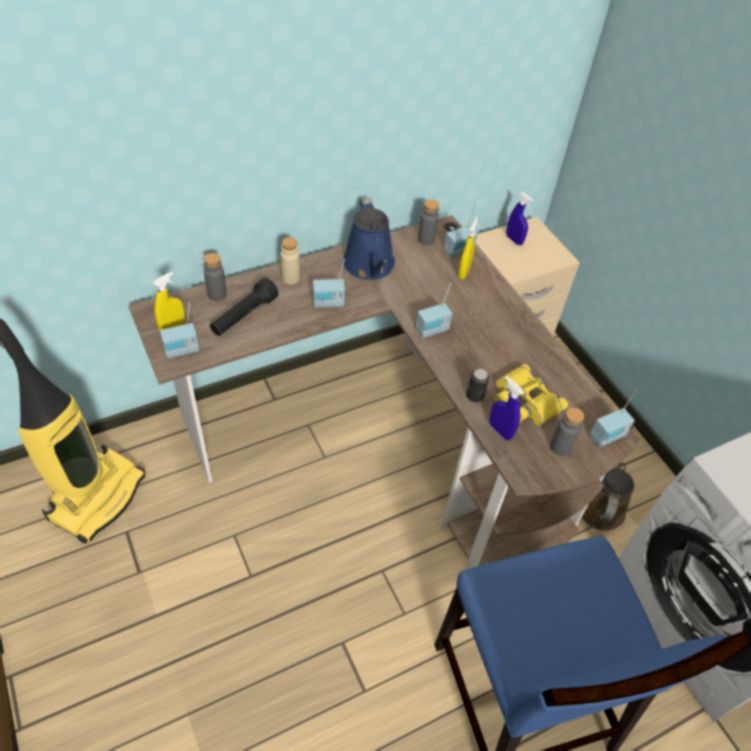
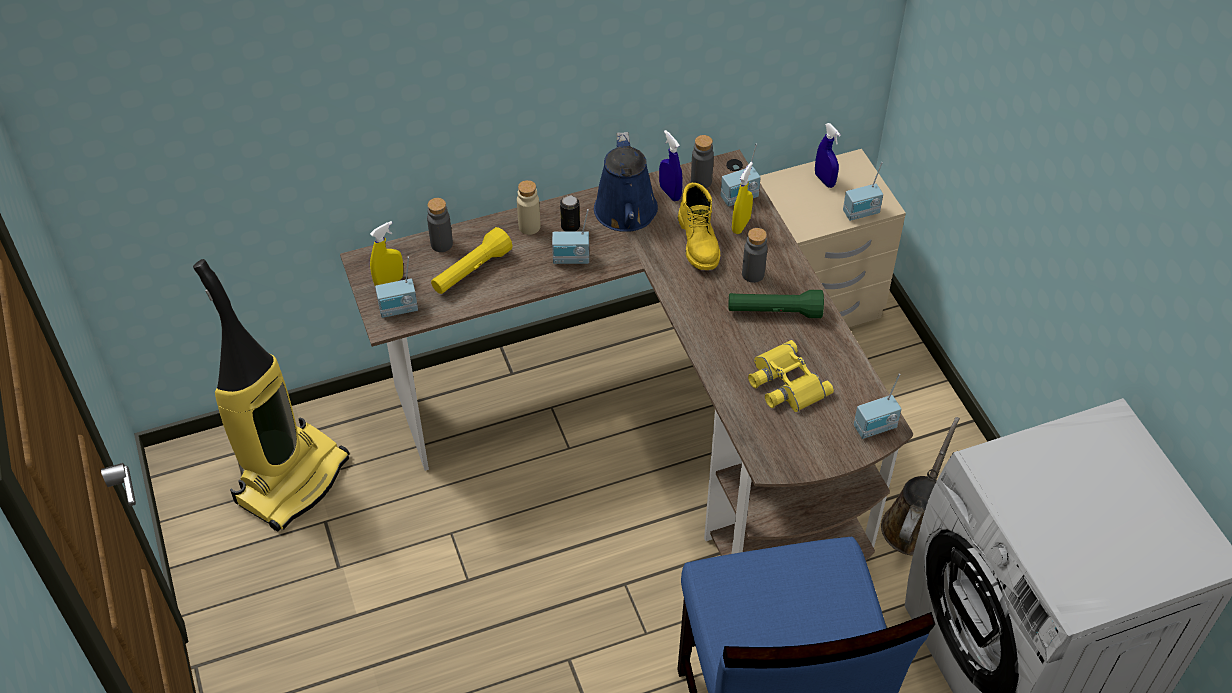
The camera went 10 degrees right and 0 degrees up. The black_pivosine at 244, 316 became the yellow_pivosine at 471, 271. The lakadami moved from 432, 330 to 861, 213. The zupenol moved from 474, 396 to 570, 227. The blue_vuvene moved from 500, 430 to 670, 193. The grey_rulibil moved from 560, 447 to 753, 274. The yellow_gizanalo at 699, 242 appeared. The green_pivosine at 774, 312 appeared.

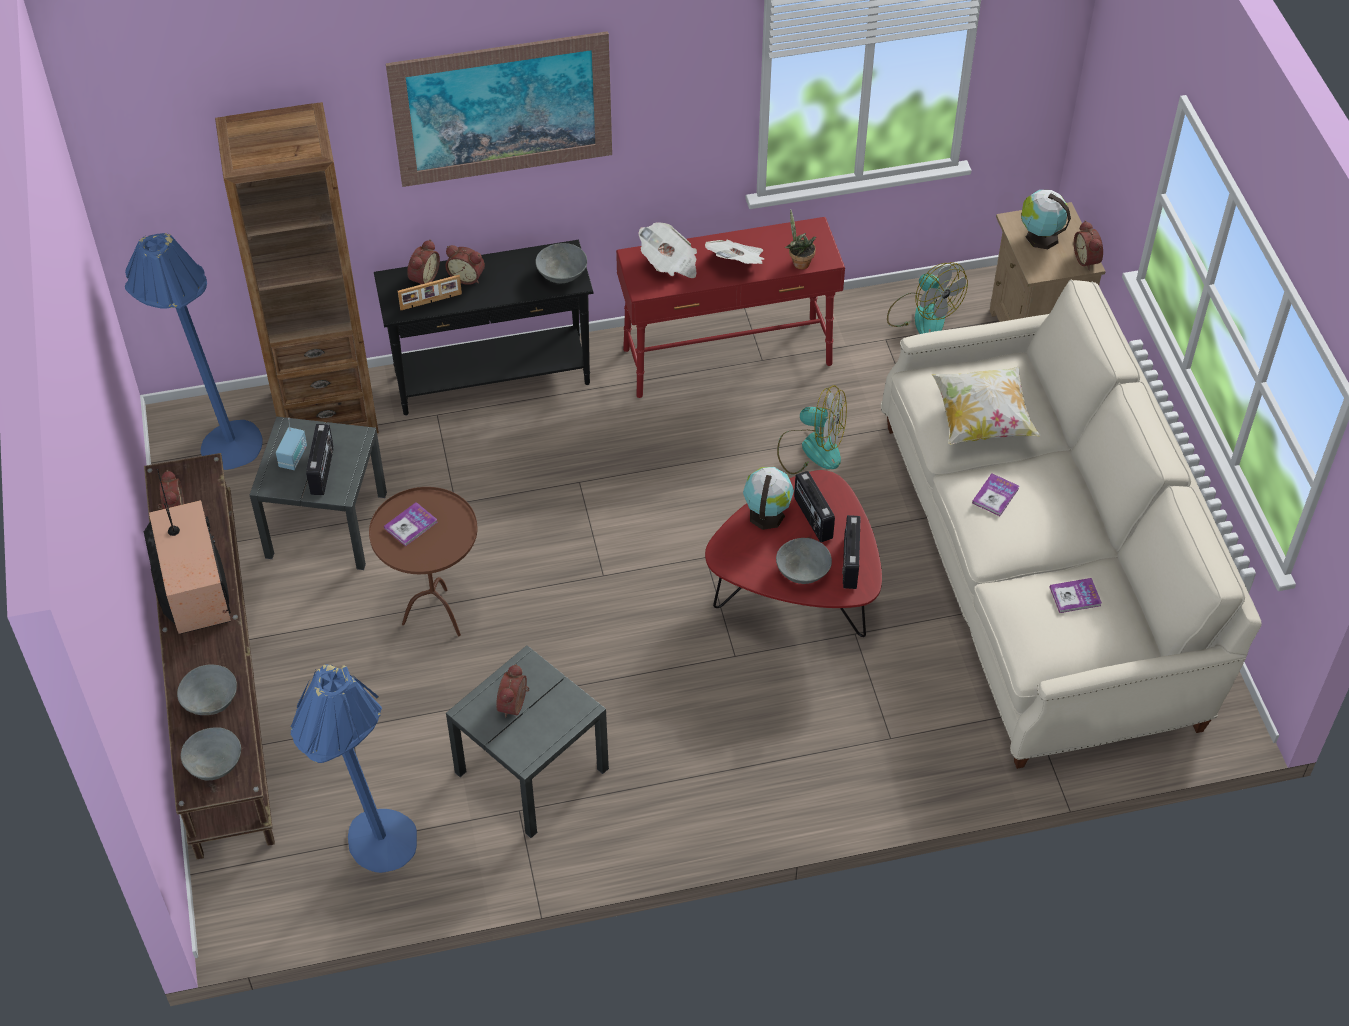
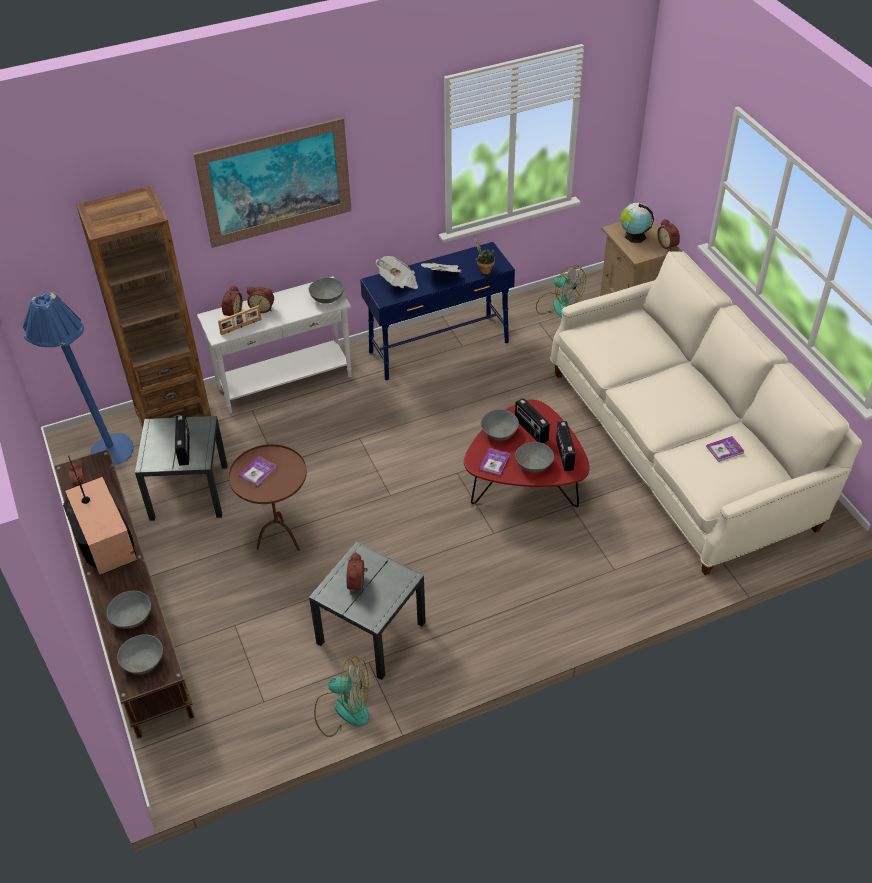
The camera went 10 degrees left and 5 degrees down. The lakadami at 293, 457 disappeared. The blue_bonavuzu at 372, 854 disappeared. The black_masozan at 493, 378 became the white_masozan at 285, 382. The red_masozan at 728, 358 became the blue_masozan at 439, 348. The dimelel at 766, 513 was replaced by the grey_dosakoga at 499, 432. The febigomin moved from 811, 449 to 343, 709. The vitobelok at 982, 420 disappeared. The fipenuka moved from 995, 496 to 494, 462.

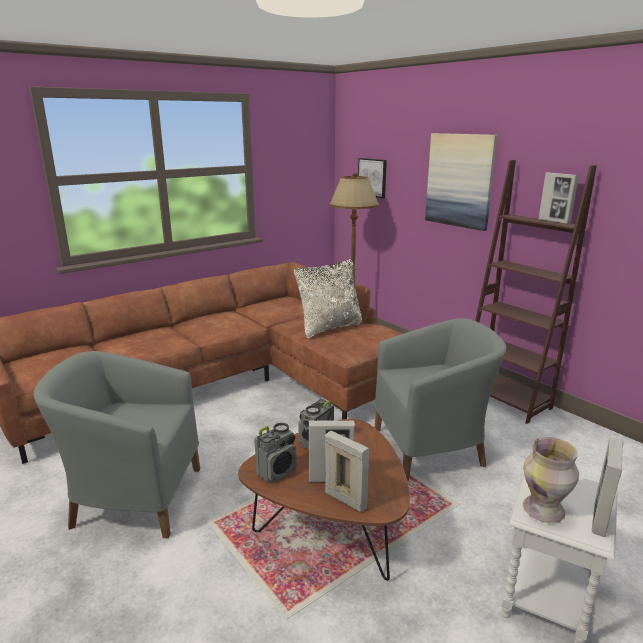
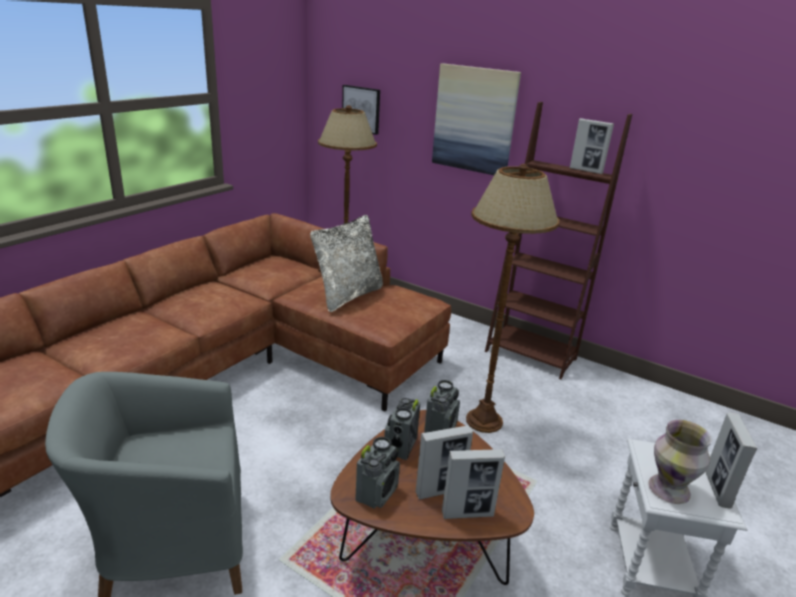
The camera went 20 degrees left and 5 degrees up. The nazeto at 345, 500 turned 150 degrees clockwise. The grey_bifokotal at 431, 448 was replaced by the brown_bonavuzu at 484, 421. The lakadami at 440, 429 appeared.

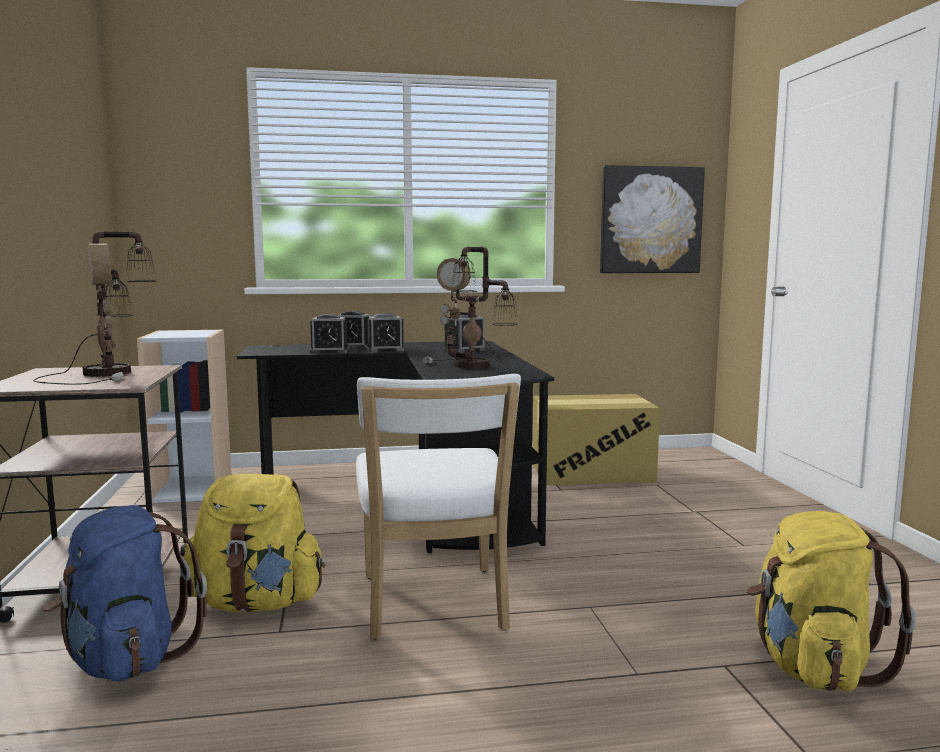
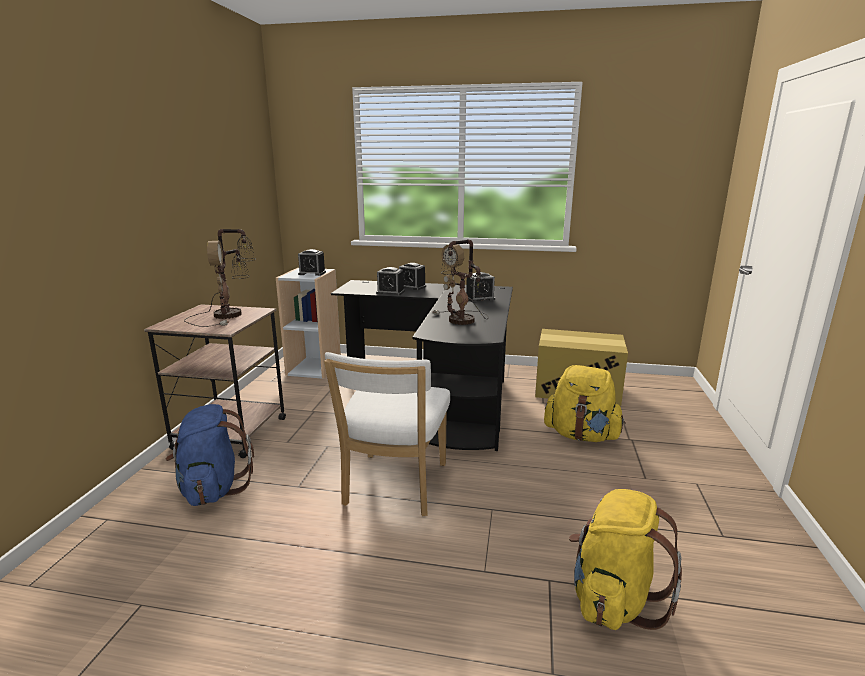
The camera went 20 degrees right and 10 degrees up. The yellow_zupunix moved from 257, 603 to 581, 435. The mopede moved from 385, 349 to 312, 273. The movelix at 650, 220 disappeared.

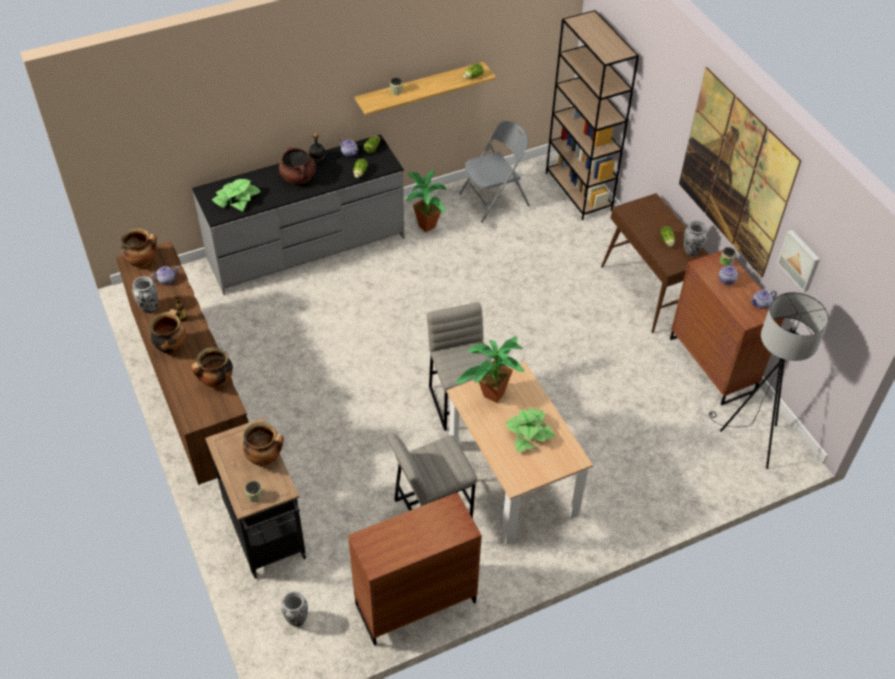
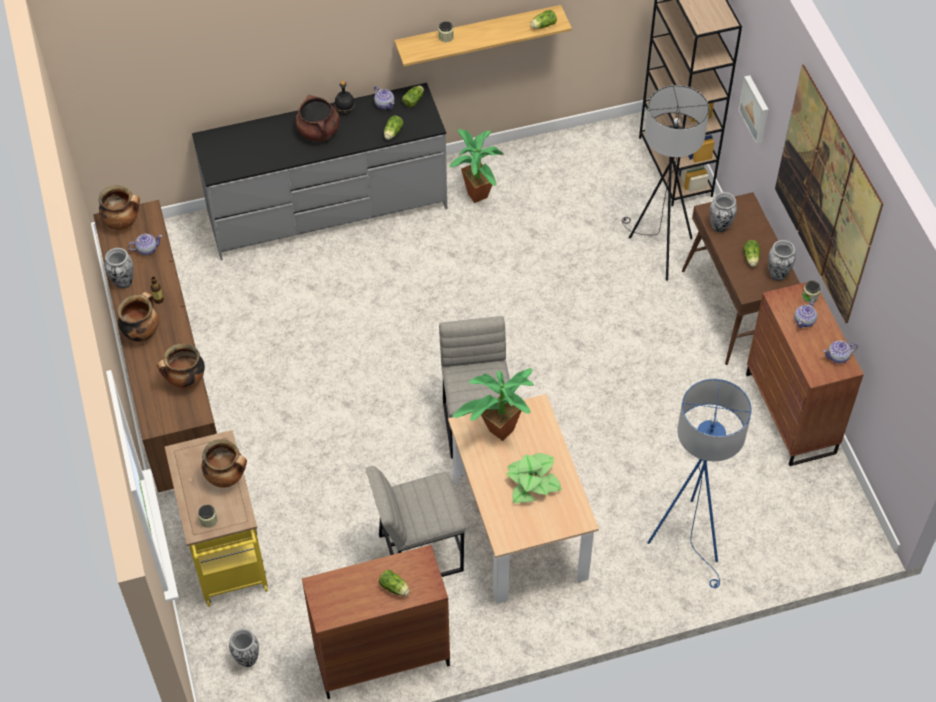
The camera went 10 degrees right and 5 degrees up. The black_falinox at 266, 534 became the yellow_falinox at 227, 557. The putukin at 236, 199 disappeared. The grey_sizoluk at 494, 200 disappeared. The grey_bonavuzu moved from 749, 440 to 657, 250. The movelix moved from 800, 260 to 756, 109. The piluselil at 395, 588 appeared. The blue_bonavuzu at 690, 538 appeared. The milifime at 720, 227 appeared.

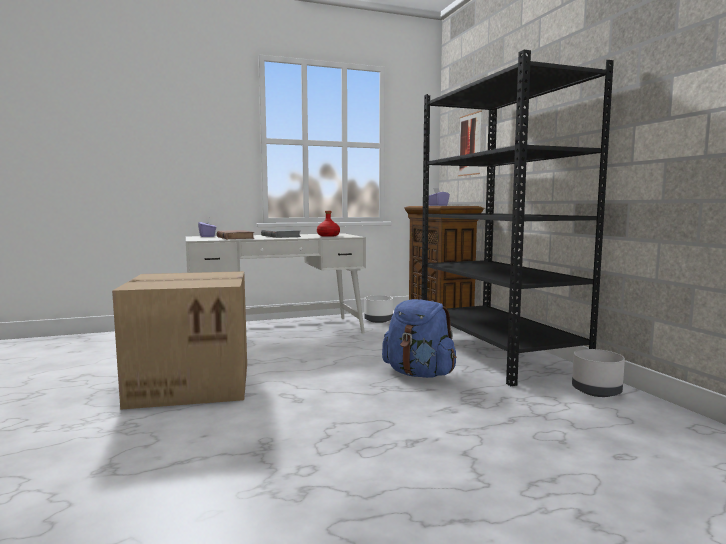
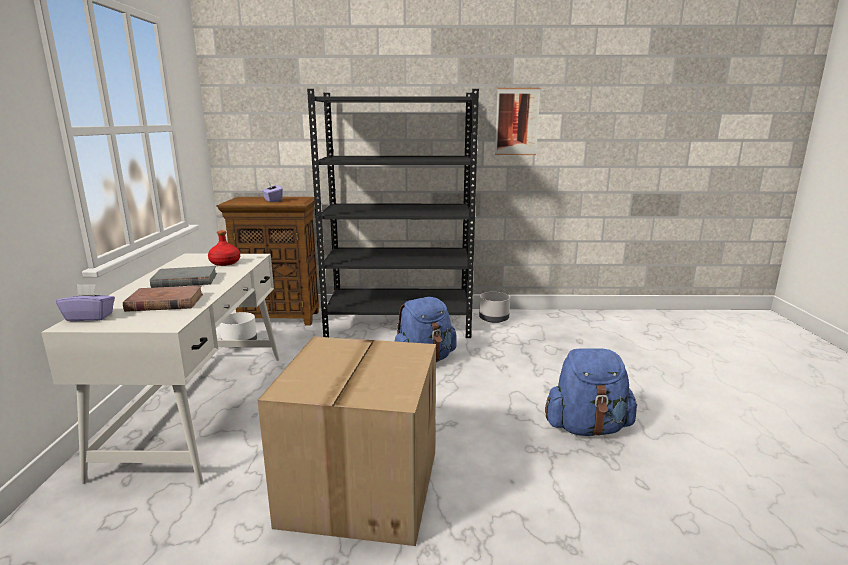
The camera went 70 degrees left and 10 degrees up. The movelix moved from 470, 144 to 517, 122. The blue_zupunix at 587, 427 appeared.

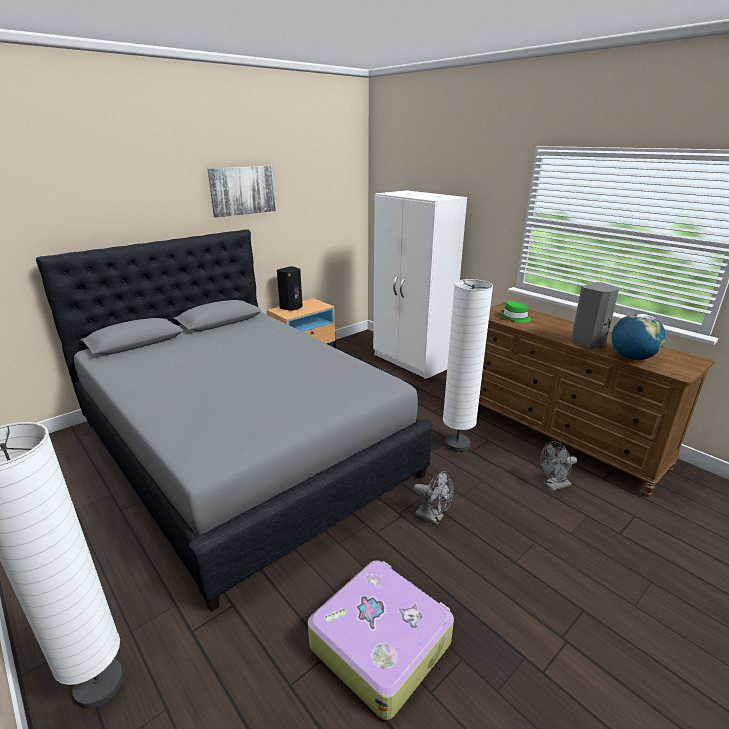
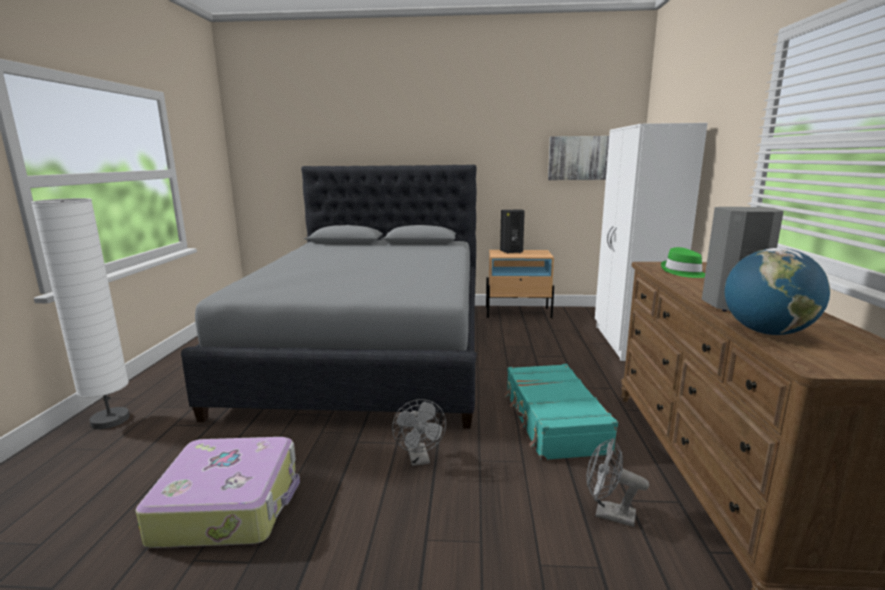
The camera went 45 degrees right and 10 degrees down. The movelix moved from 242, 190 to 581, 158. The white_bonavuzu at 457, 444 was replaced by the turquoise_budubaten at 553, 422.

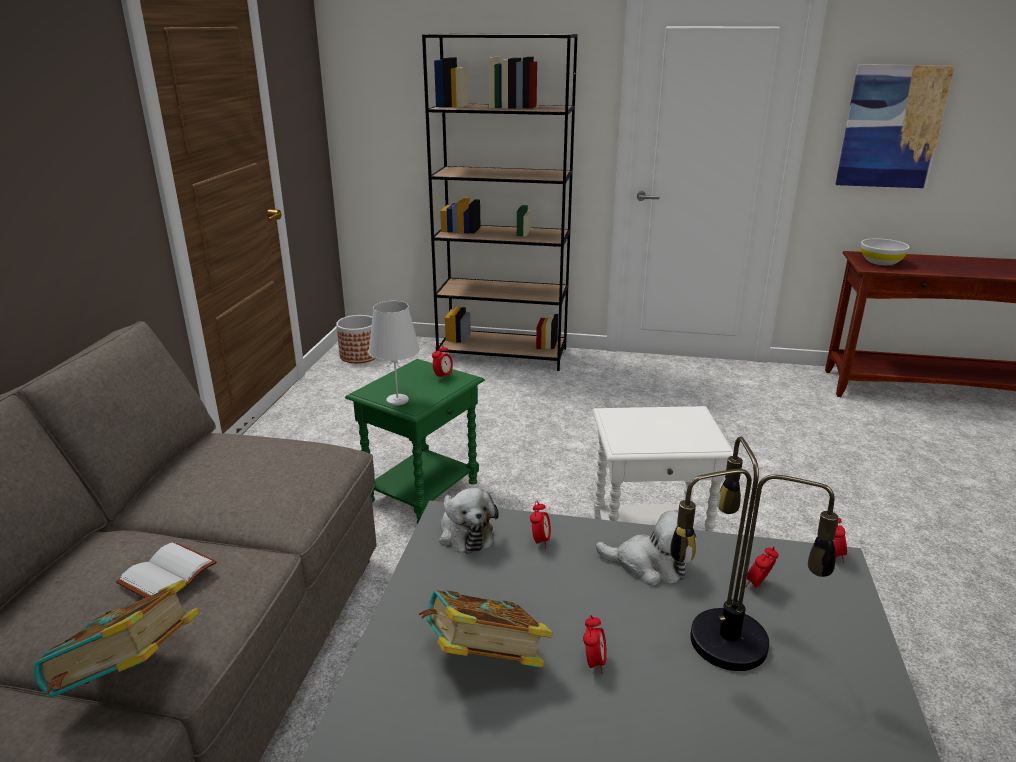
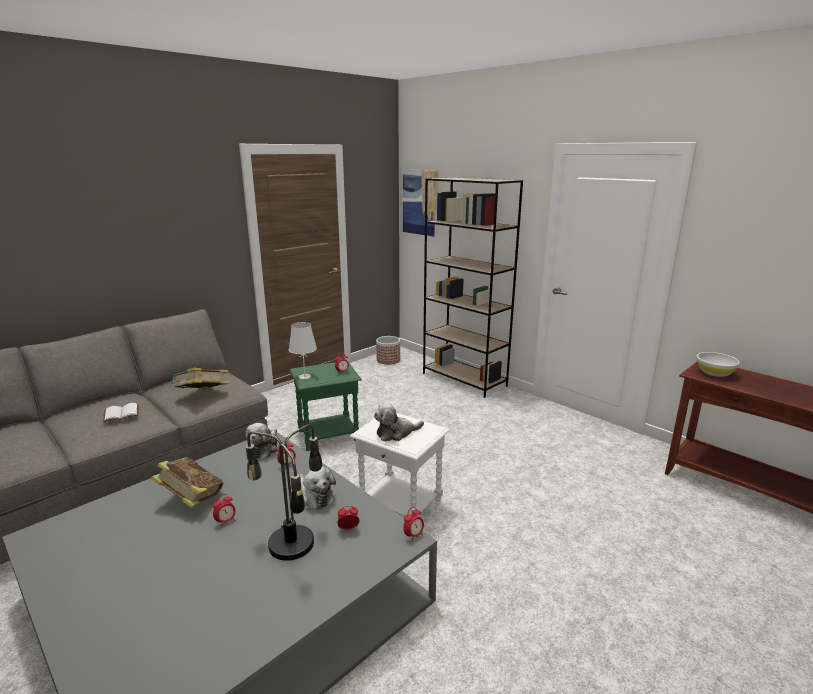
The camera went 35 degrees right and 5 degrees down. The fipenuka moved from 132, 677 to 202, 395. The movelix moved from 891, 127 to 420, 202. The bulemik at 396, 433 appeared.

